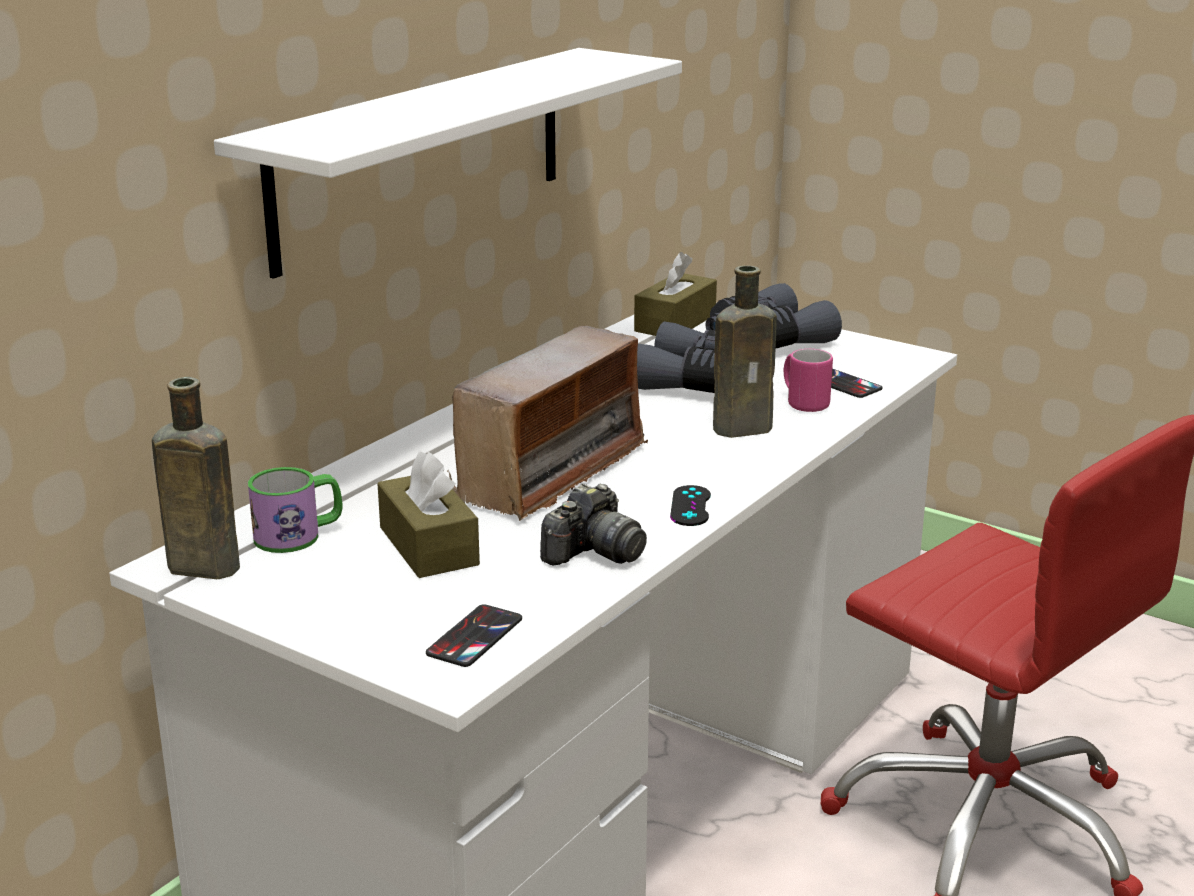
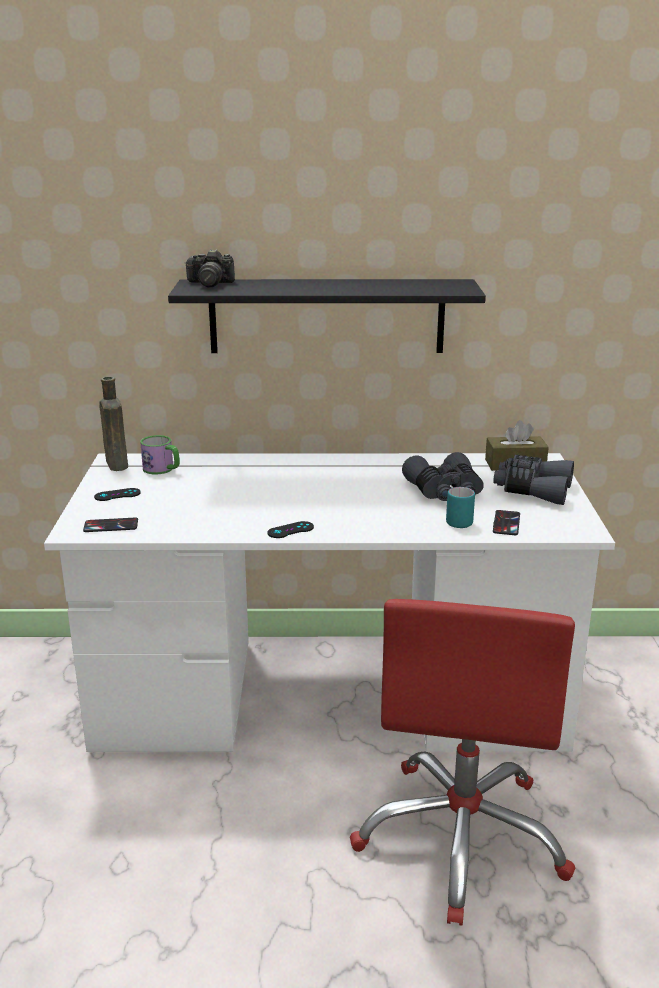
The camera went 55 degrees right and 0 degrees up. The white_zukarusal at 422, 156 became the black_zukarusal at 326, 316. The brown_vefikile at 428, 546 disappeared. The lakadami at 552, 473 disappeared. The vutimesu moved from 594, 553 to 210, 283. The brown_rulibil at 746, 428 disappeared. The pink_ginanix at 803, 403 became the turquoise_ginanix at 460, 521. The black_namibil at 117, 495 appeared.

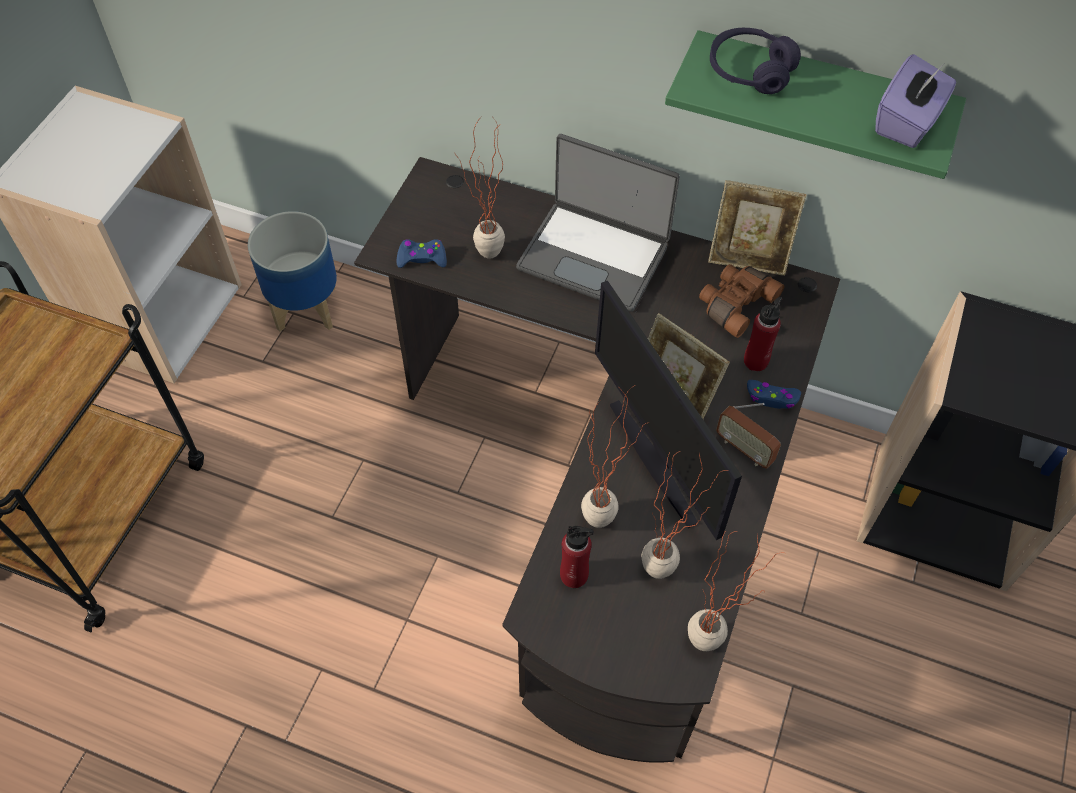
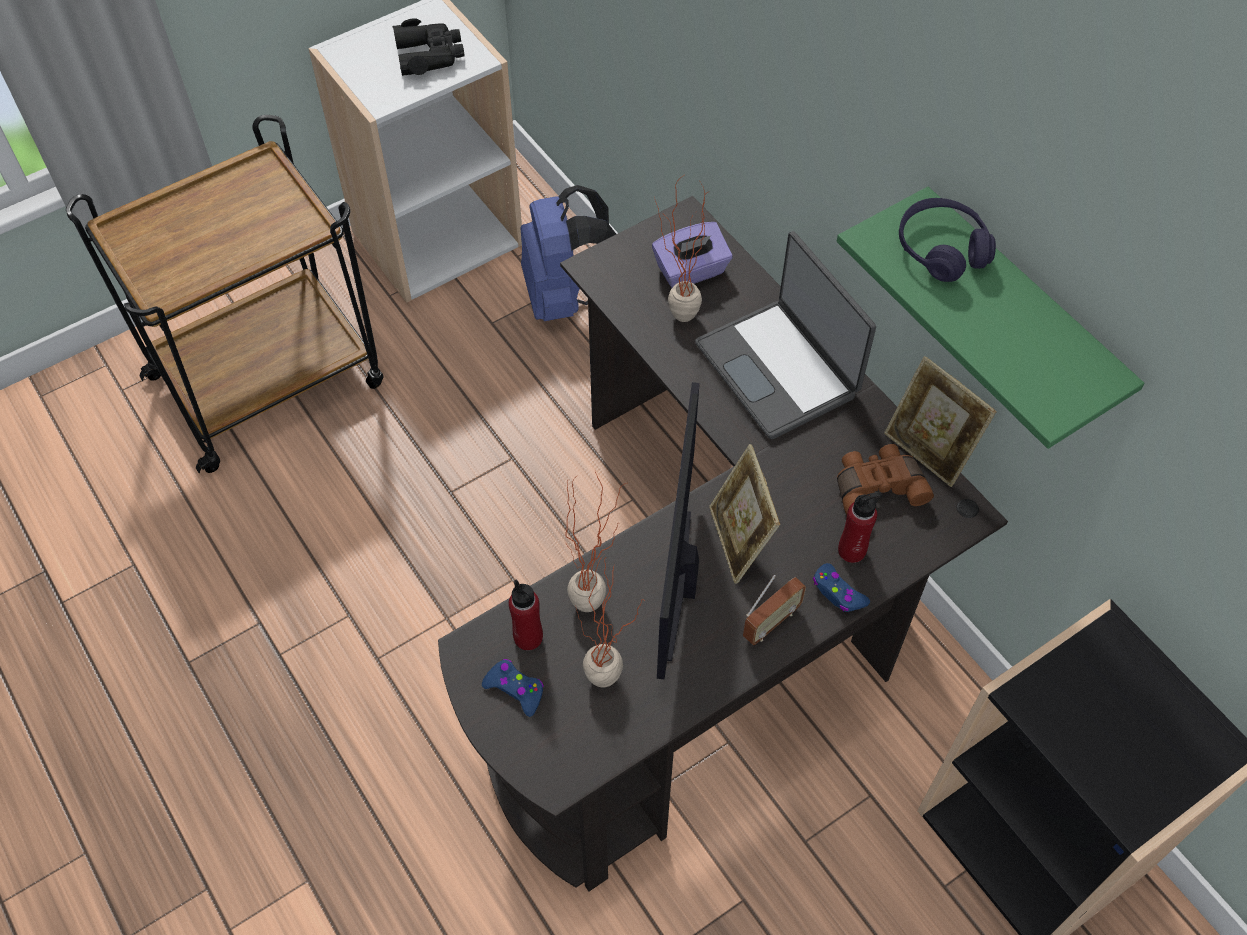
The camera went 35 degrees right and 0 degrees up. The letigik at 307, 308 was replaced by the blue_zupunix at 564, 296. The blue_namibil moved from 422, 258 to 515, 689. The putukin at 715, 645 disappeared. The lakadami at 744, 449 turned 120 degrees counterclockwise. The purple_vefikile moved from 907, 122 to 691, 271. The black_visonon at 430, 55 appeared.

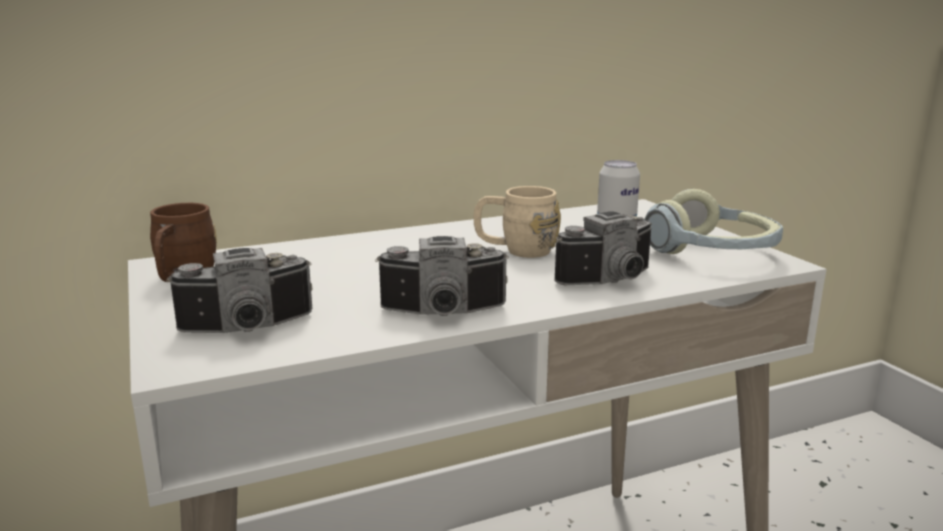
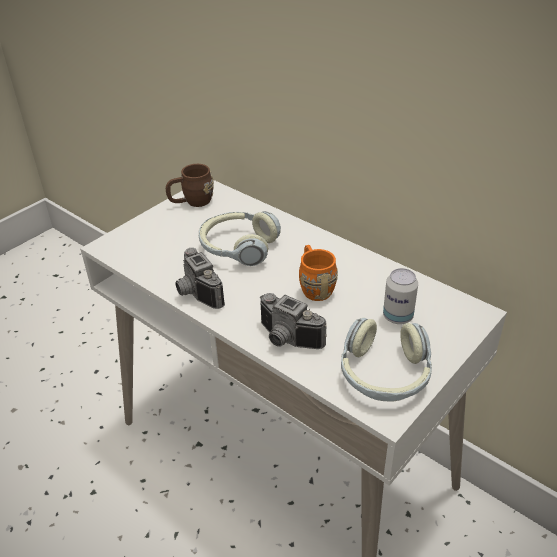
The camera went 65 degrees right and 20 degrees up. The vutimesu at 248, 329 disappeared. The beige_ginanix at 516, 250 became the orange_ginanix at 314, 286. The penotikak at 238, 248 appeared.

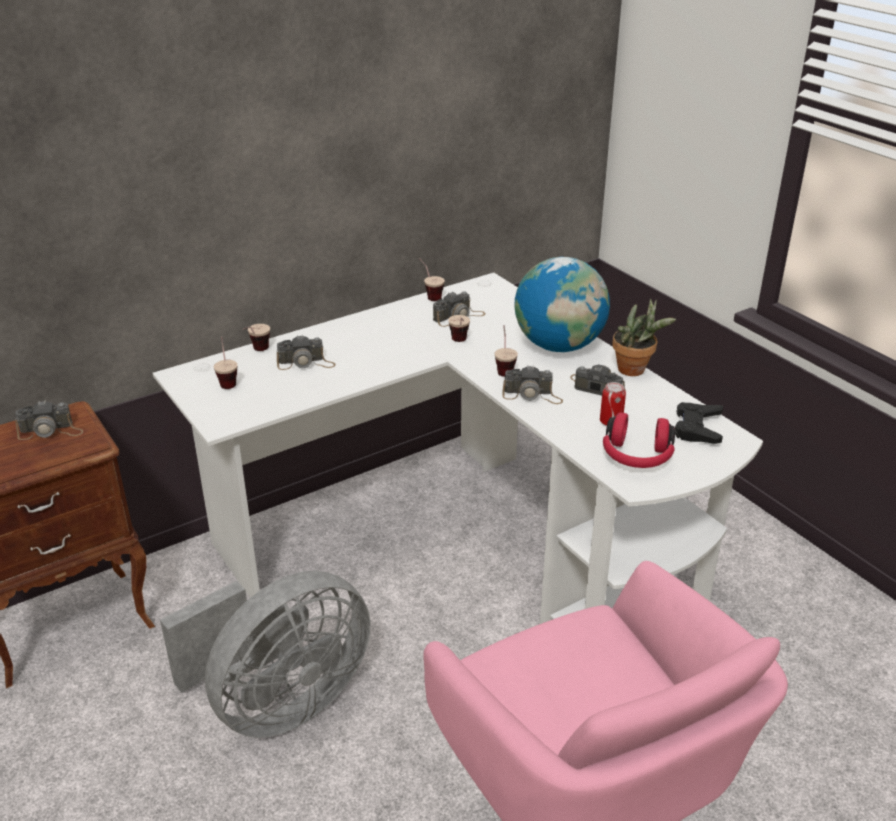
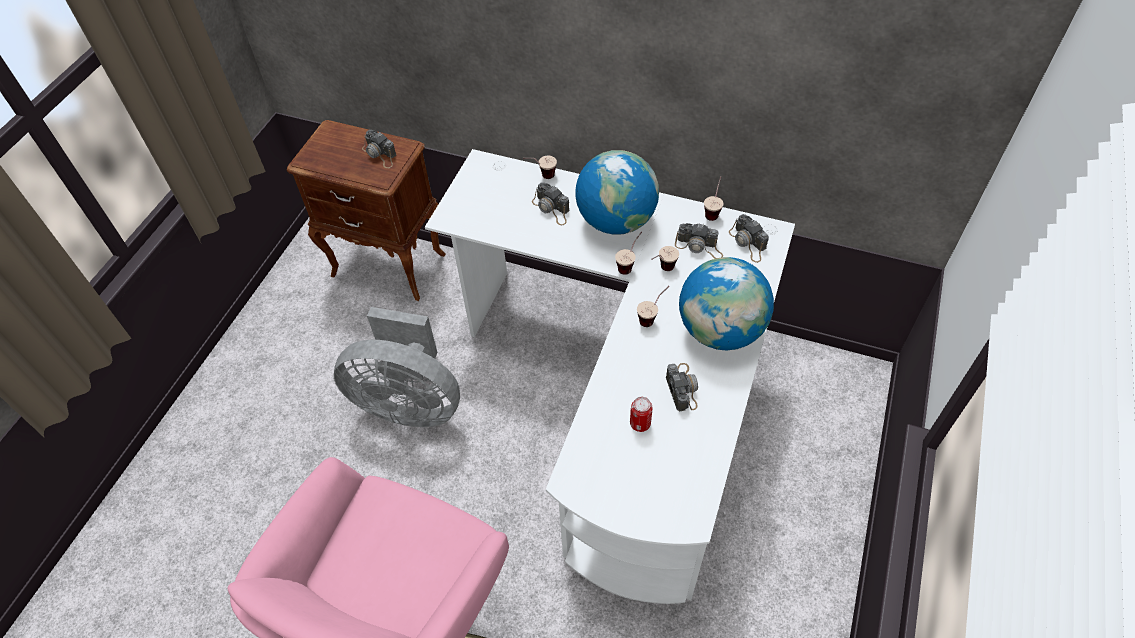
The camera went 55 degrees right and 20 degrees up. The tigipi moved from 227, 380 to 629, 264. The vutimesu moved from 532, 395 to 748, 243. The red_penotikak at 636, 457 disappeared. The putukin at 635, 370 disappeared. The black_namibil at 697, 428 disappeared. The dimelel at 616, 221 appeared.

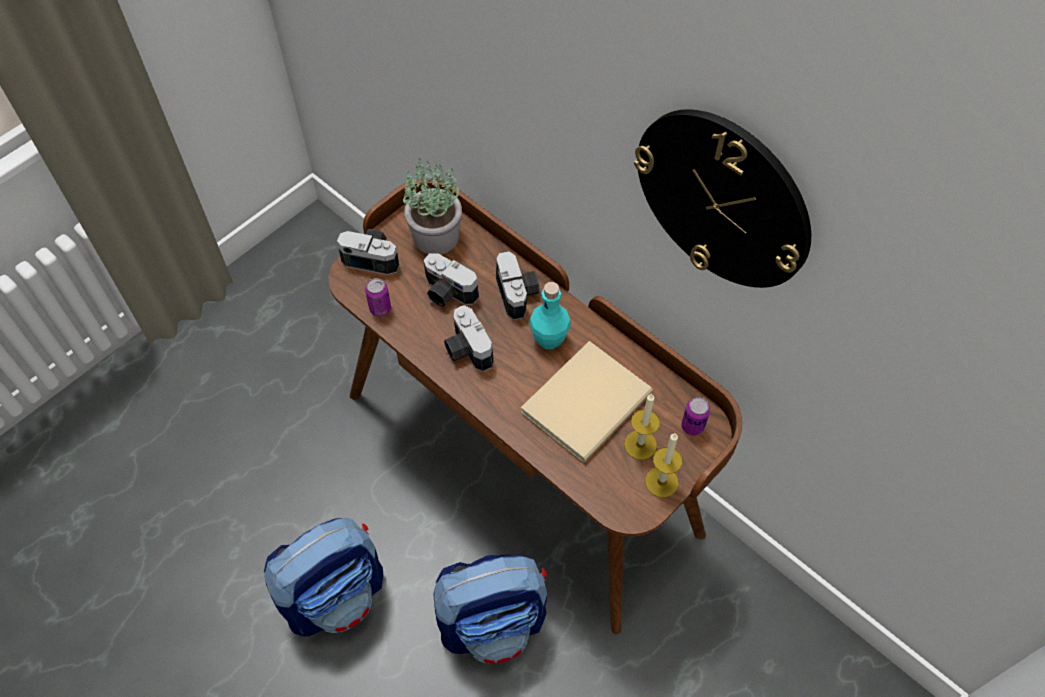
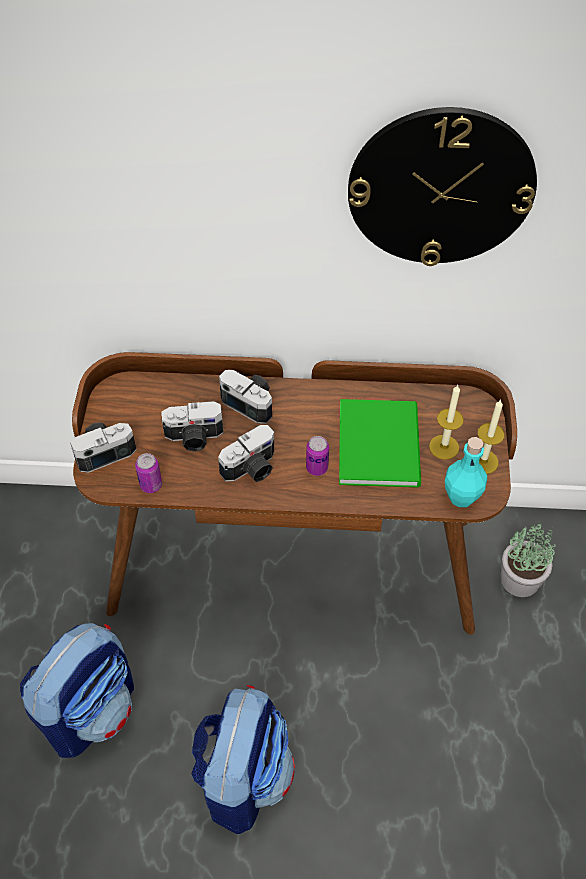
The camera went 40 degrees left and 5 degrees down. The putukin moved from 437, 236 to 520, 578. The zupunix moved from 493, 622 to 91, 709. The vutimesu at 466, 350 turned 60 degrees counterclockwise. The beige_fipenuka at 591, 402 became the green_fipenuka at 381, 442. The turquoise_rulibil moved from 549, 339 to 461, 497. The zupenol moved from 692, 426 to 317, 468.

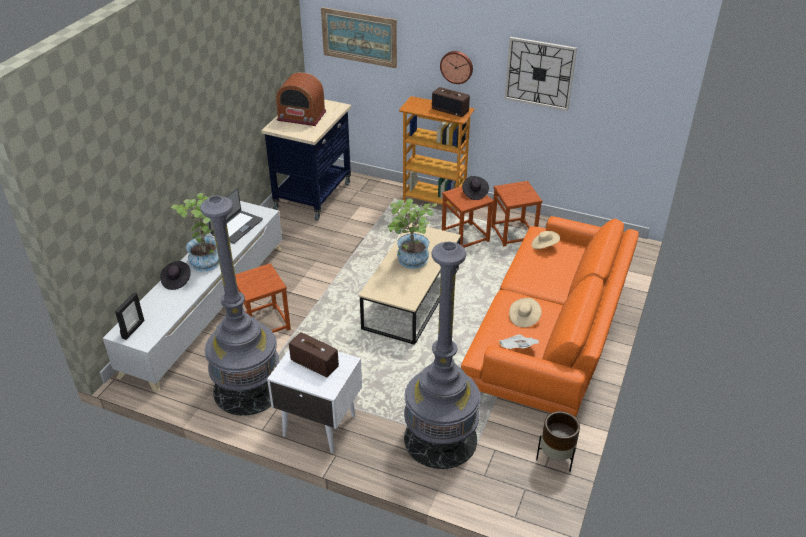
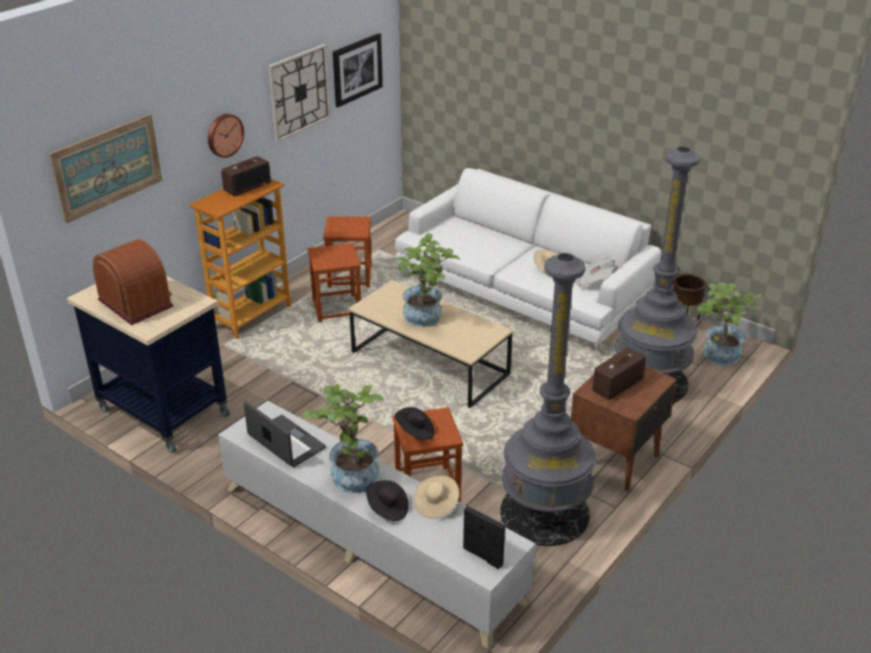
The camera went 75 degrees left and 5 degrees down. The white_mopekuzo at 318, 424 became the brown_mopekuzo at 615, 461. The lakadami at 301, 116 turned 75 degrees counterclockwise. The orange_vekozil at 550, 335 became the white_vekozil at 524, 291. The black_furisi moved from 474, 193 to 415, 432. The beige_furisi moved from 544, 246 to 436, 504. The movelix at 357, 69 appeared. The putukin at 717, 357 appeared.

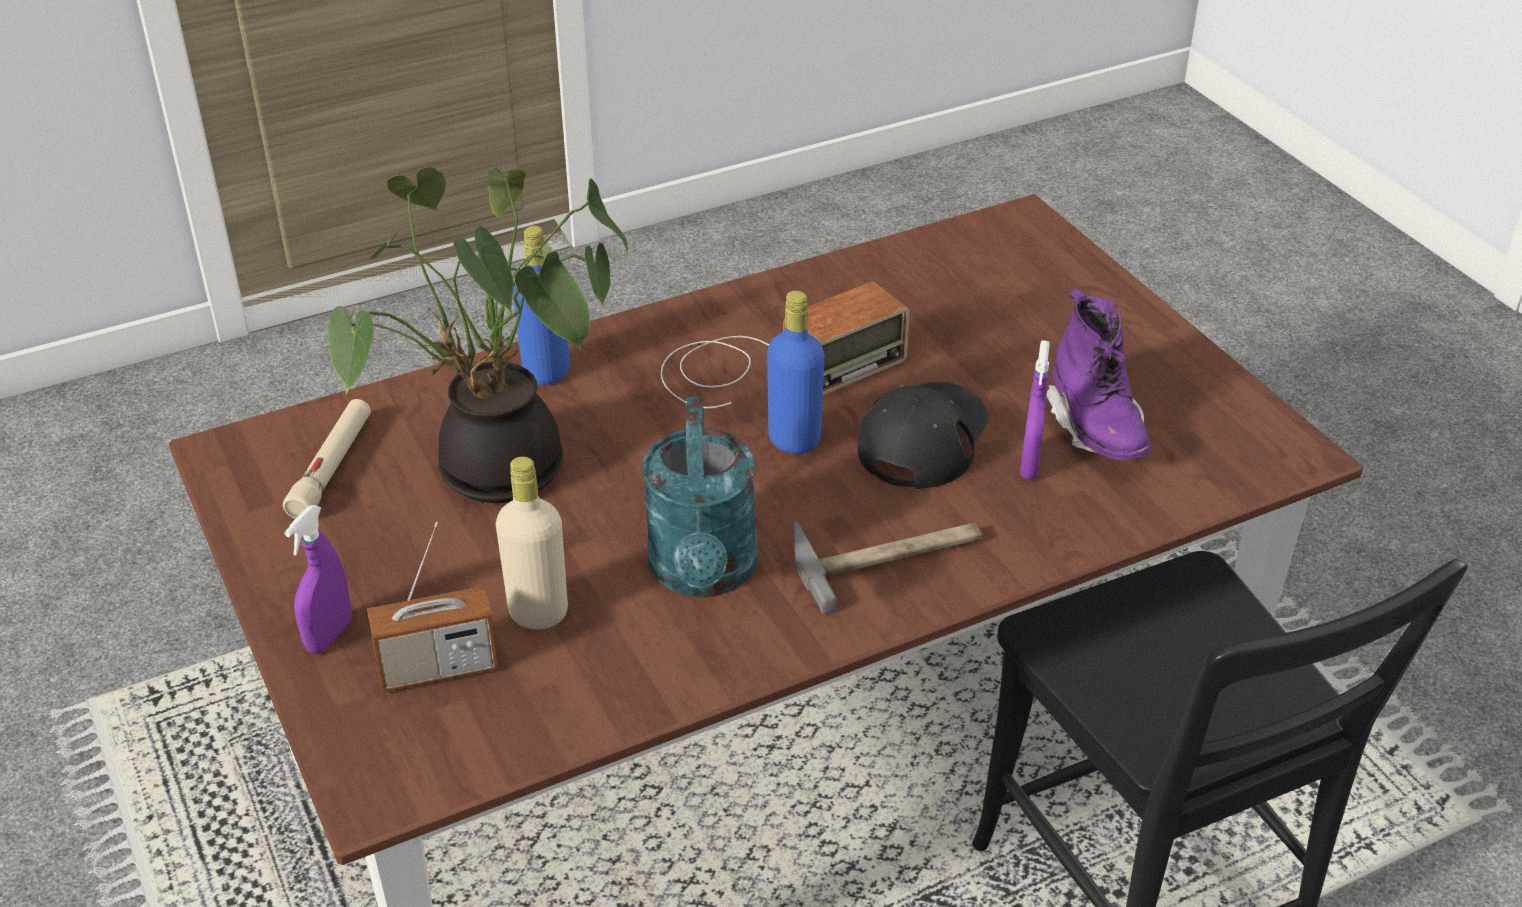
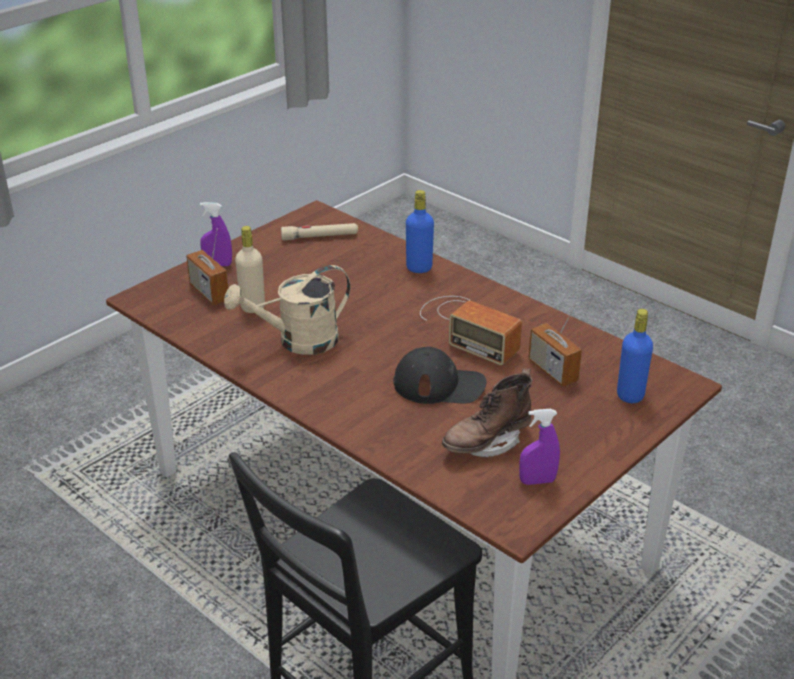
The camera went 70 degrees right and 5 degrees down. The putukin at 497, 477 disappeared. The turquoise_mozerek at 704, 574 became the beige_mozerek at 298, 341. The blue_rulibil moved from 794, 440 to 630, 395. The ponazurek at 888, 555 disappeared. The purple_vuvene moved from 1029, 465 to 537, 481. The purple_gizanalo at 1096, 429 became the brown_gizanalo at 487, 442. The lakadami at 552, 371 appeared.

